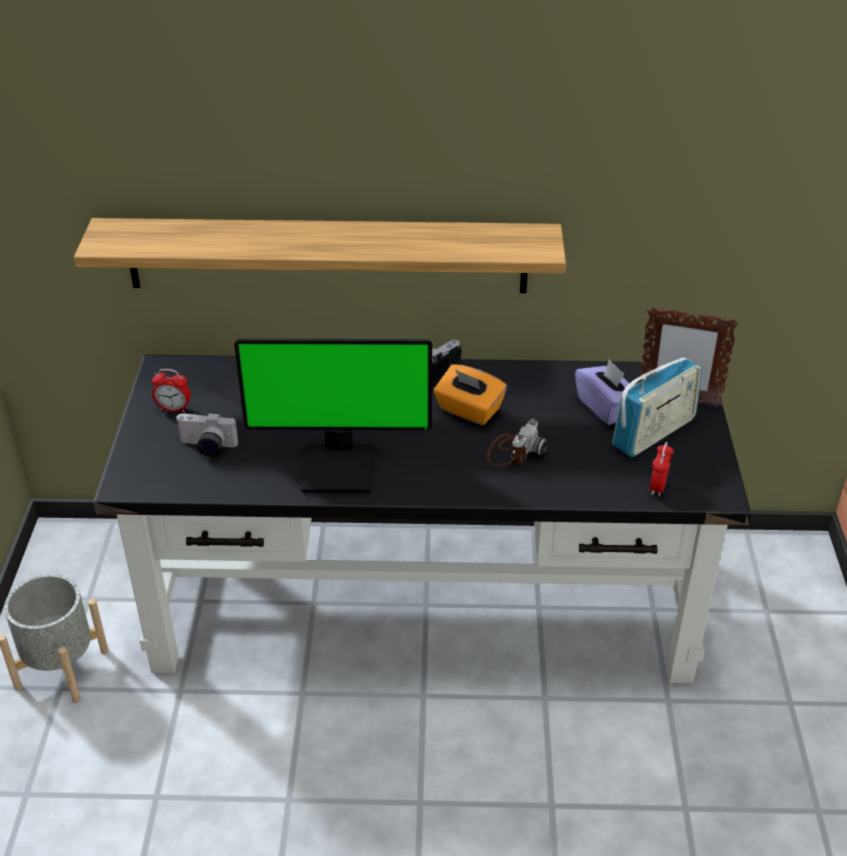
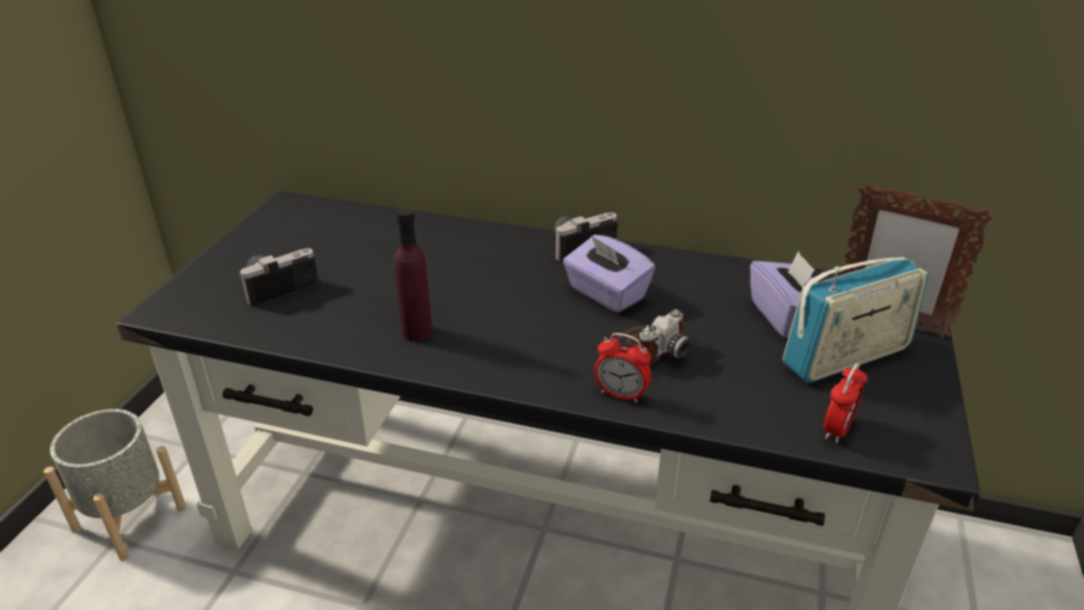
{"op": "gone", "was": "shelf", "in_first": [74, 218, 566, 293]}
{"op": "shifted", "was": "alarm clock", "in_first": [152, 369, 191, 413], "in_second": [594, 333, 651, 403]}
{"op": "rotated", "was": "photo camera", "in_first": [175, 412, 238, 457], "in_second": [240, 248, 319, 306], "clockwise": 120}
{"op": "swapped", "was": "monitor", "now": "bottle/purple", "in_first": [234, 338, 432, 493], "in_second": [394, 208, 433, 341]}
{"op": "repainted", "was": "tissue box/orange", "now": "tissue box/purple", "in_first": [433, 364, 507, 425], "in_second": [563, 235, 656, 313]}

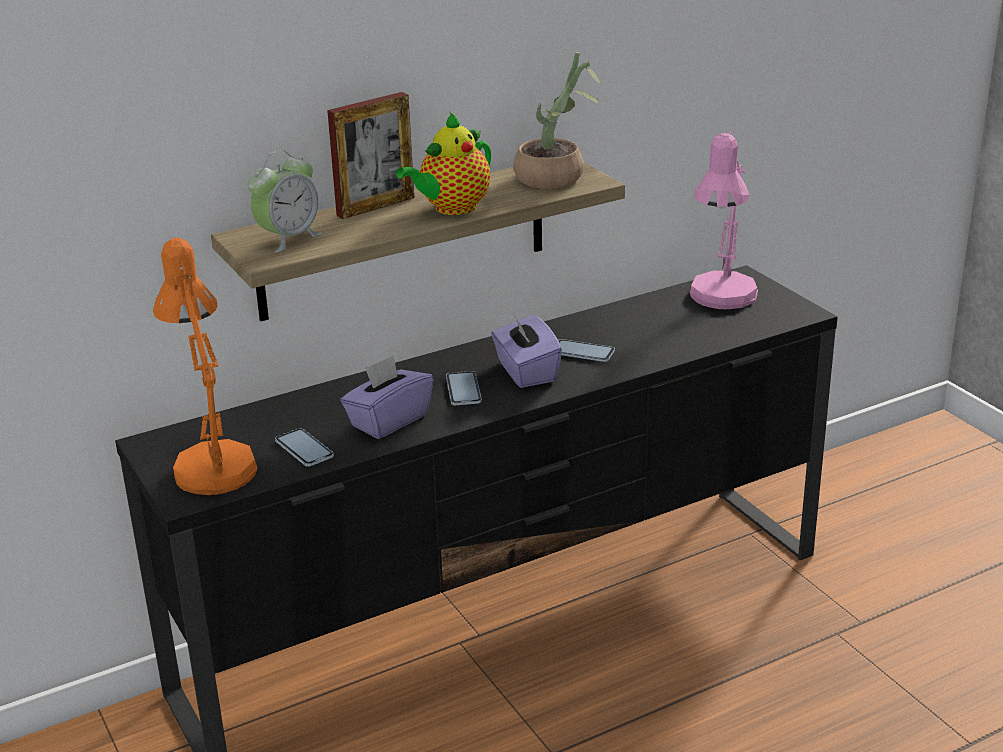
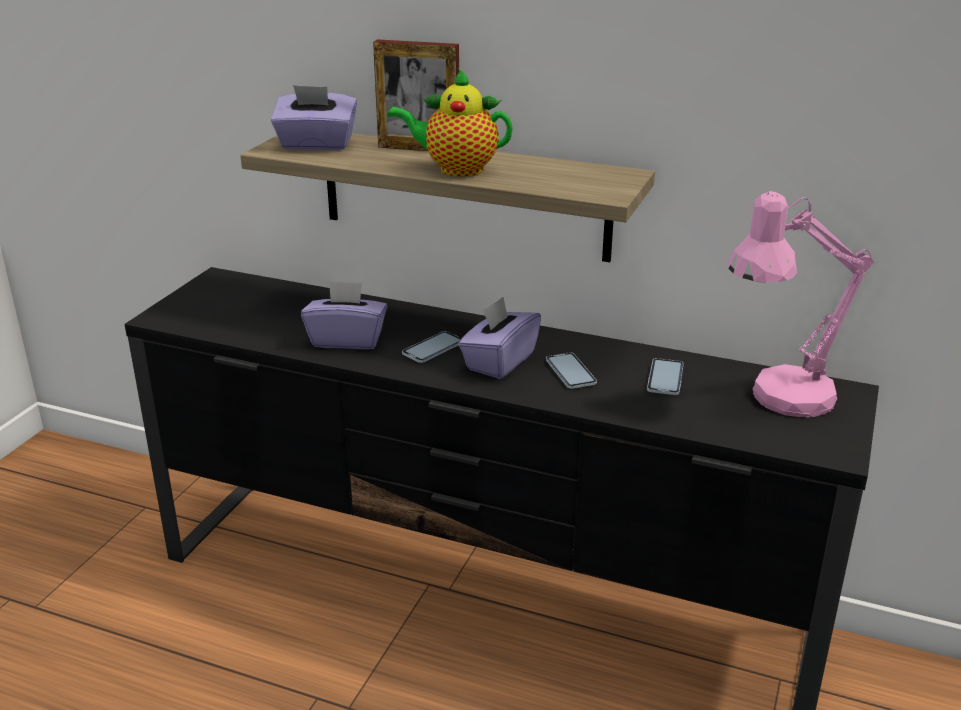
{"op": "gone", "was": "table lamp/orange", "in_first": [153, 237, 257, 495]}
{"op": "swapped", "was": "alarm clock", "now": "tissue box/purple", "in_first": [248, 150, 323, 253], "in_second": [271, 85, 357, 150]}
{"op": "shifted", "was": "phone", "in_first": [275, 428, 334, 467], "in_second": [647, 358, 684, 395]}
{"op": "gone", "was": "potted plant", "in_first": [513, 52, 601, 189]}

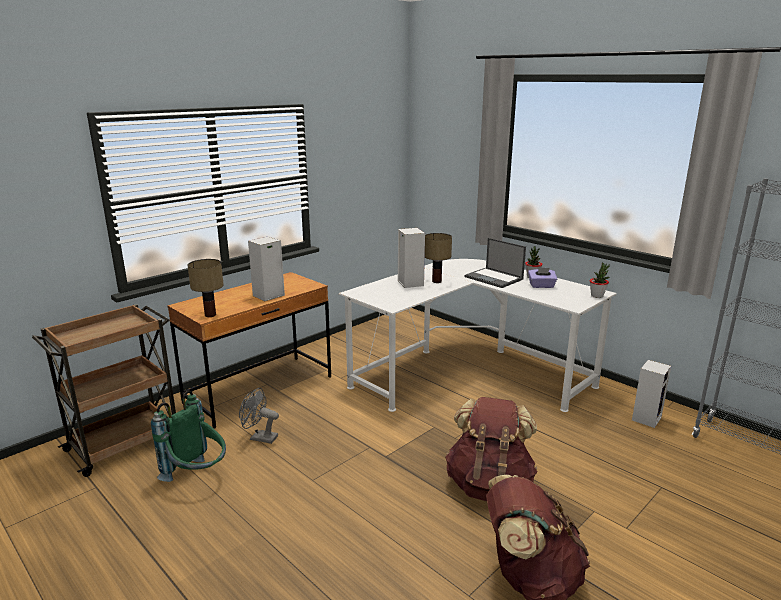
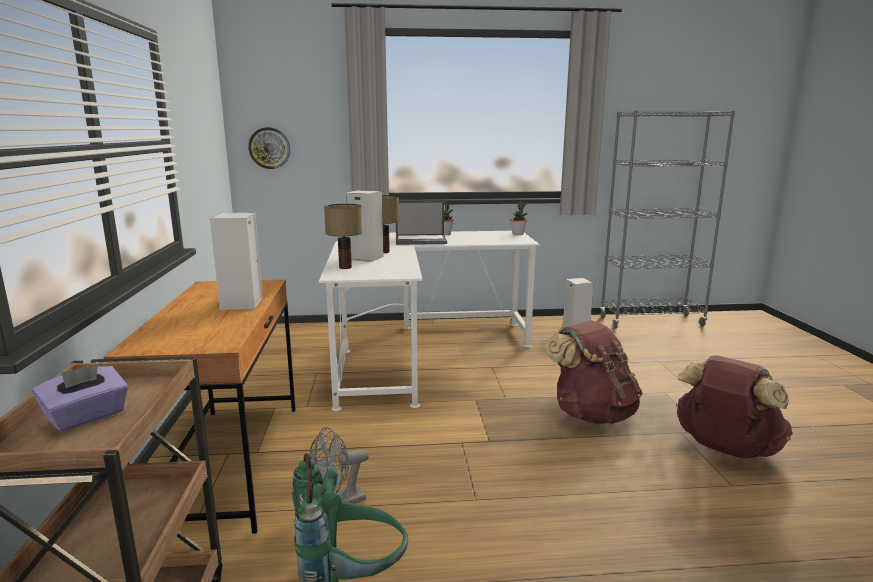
{"op": "shifted", "was": "table lamp", "in_first": [187, 259, 224, 317], "in_second": [324, 204, 362, 269]}
{"op": "shifted", "was": "tissue box/purple", "in_first": [528, 267, 557, 288], "in_second": [32, 364, 128, 432]}
{"op": "new", "now": "wall clock", "in_second": [248, 127, 290, 169]}

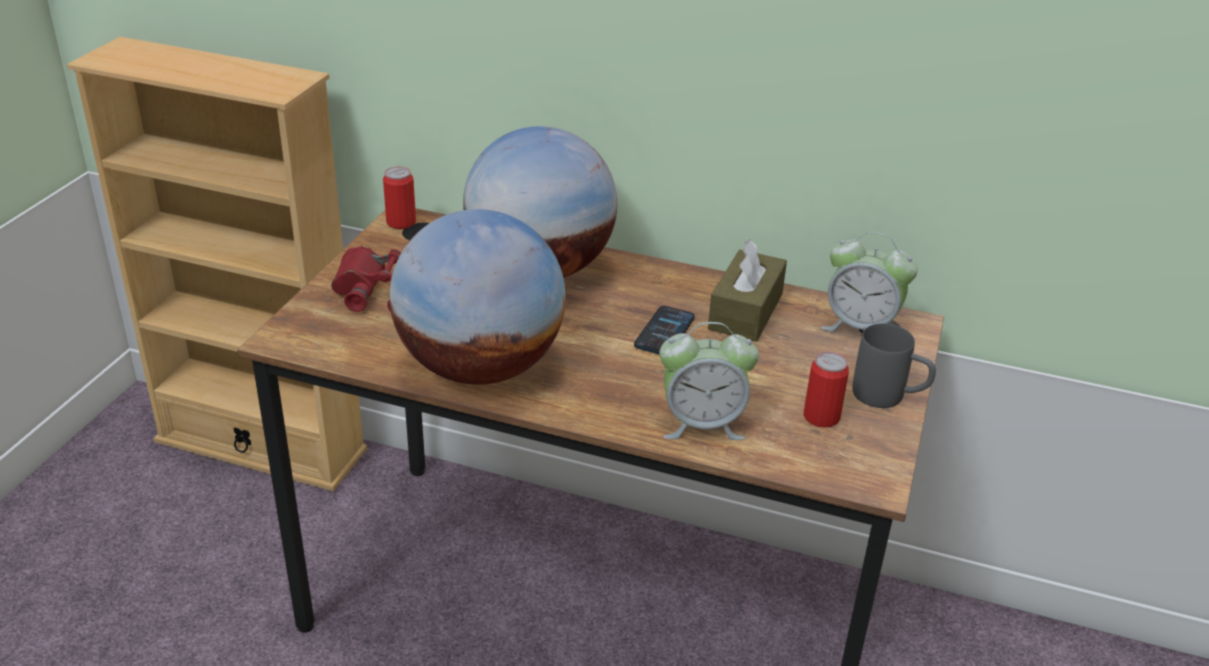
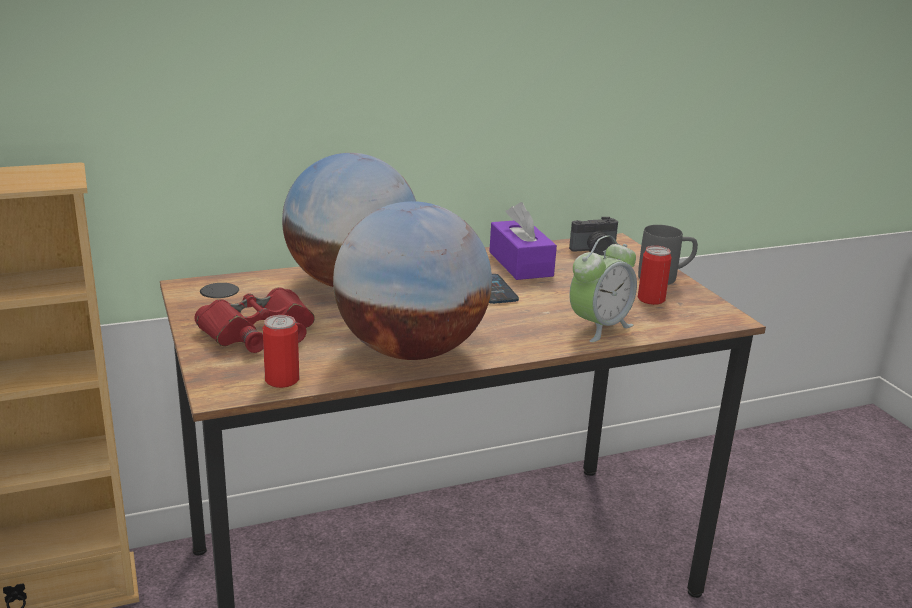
{"op": "shifted", "was": "can", "in_first": [383, 166, 416, 229], "in_second": [263, 315, 299, 388]}
{"op": "repainted", "was": "tissue box/brown", "now": "tissue box/purple", "in_first": [708, 239, 787, 342], "in_second": [489, 202, 557, 280]}
{"op": "swapped", "was": "alarm clock", "now": "photo camera", "in_first": [821, 232, 918, 332], "in_second": [569, 217, 618, 256]}

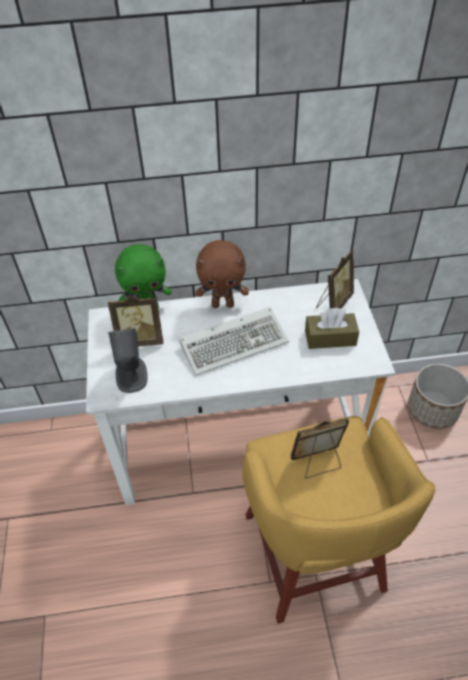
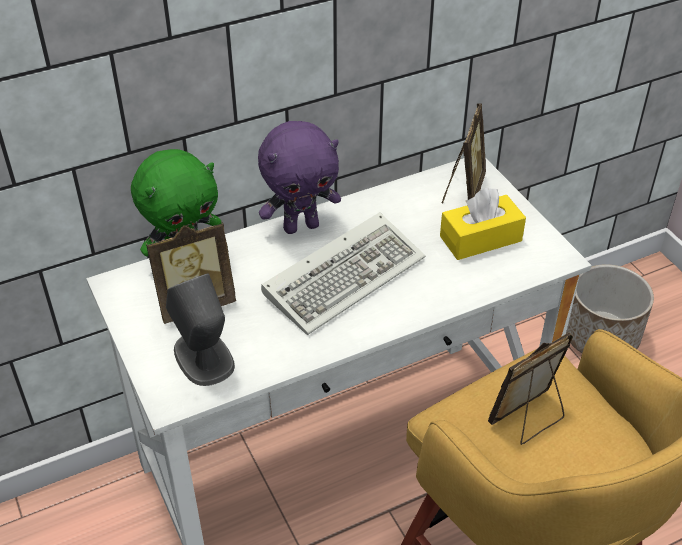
{"op": "repainted", "was": "plush toy/brown", "now": "plush toy/purple", "in_first": [196, 240, 249, 308], "in_second": [258, 121, 341, 234]}
{"op": "repainted", "was": "tissue box/brown", "now": "tissue box/yellow", "in_first": [305, 308, 359, 349], "in_second": [440, 188, 526, 260]}

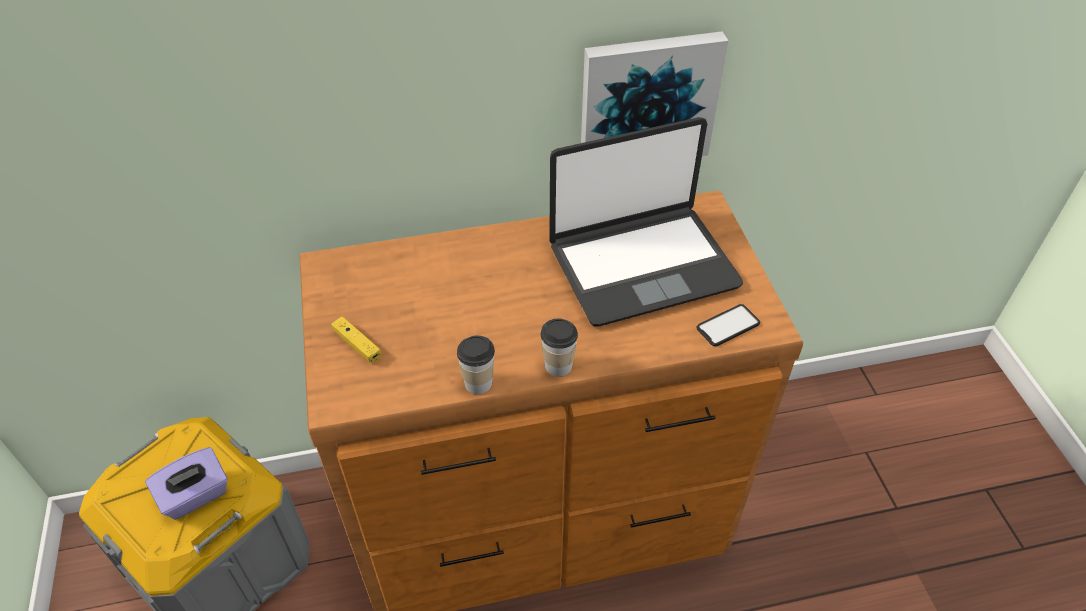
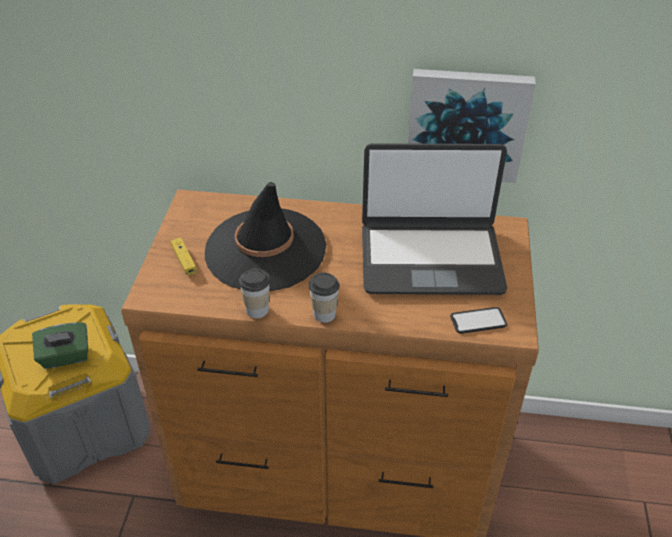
{"op": "repainted", "was": "tissue box/purple", "now": "tissue box/green", "in_first": [145, 447, 228, 520], "in_second": [32, 322, 88, 369]}
{"op": "new", "now": "hat/black", "in_second": [205, 182, 326, 292]}

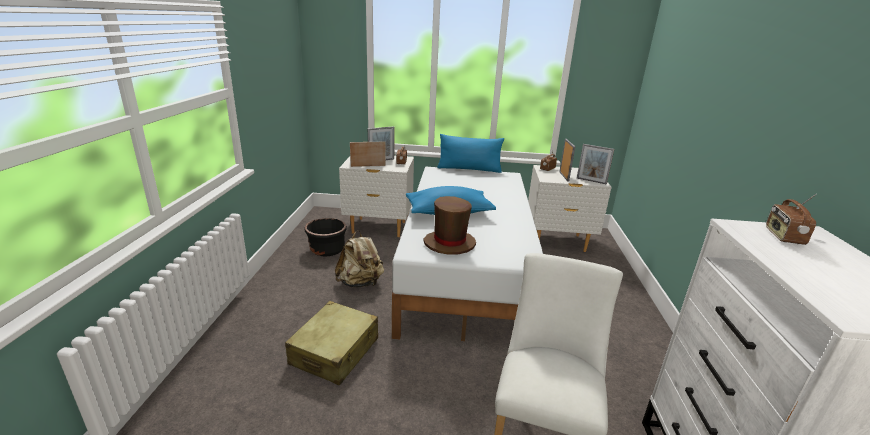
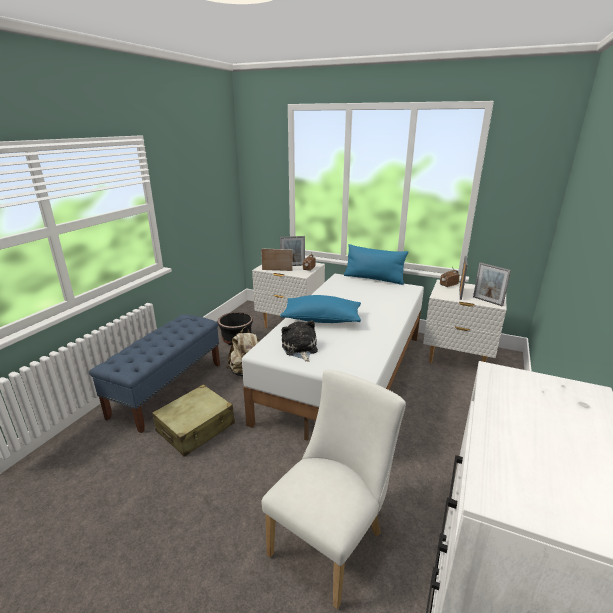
{"op": "swapped", "was": "hat/brown", "now": "plush toy", "in_first": [424, 196, 476, 255], "in_second": [282, 320, 318, 362]}
{"op": "gone", "was": "radio", "in_first": [766, 194, 817, 245]}
{"op": "new", "now": "bench/blue", "in_second": [89, 314, 220, 433]}

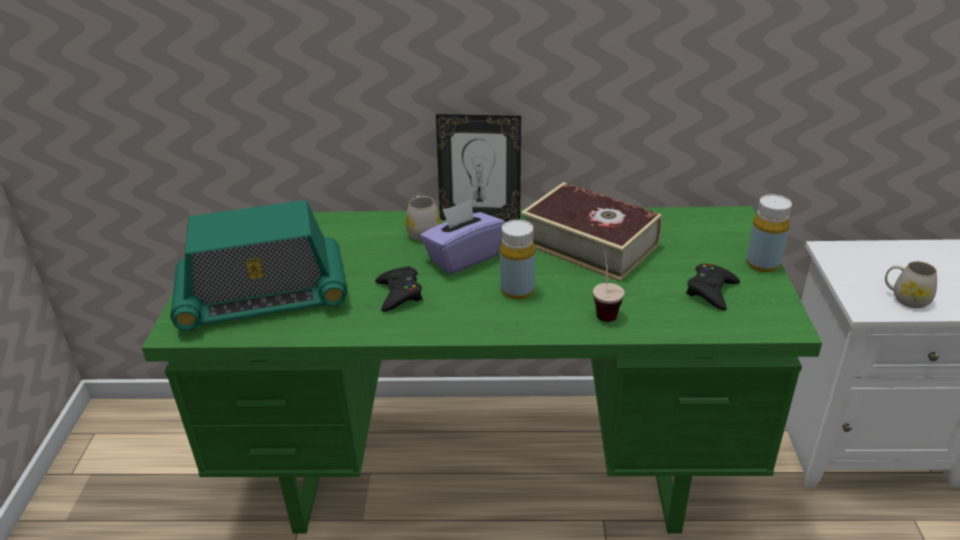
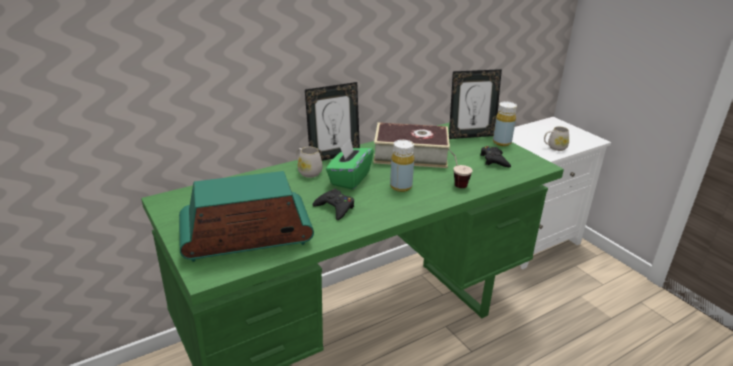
{"op": "rotated", "was": "radio", "in_first": [170, 200, 347, 331], "in_second": [179, 171, 314, 262], "clockwise": -150}
{"op": "repainted", "was": "tissue box/purple", "now": "tissue box/green", "in_first": [420, 200, 505, 274], "in_second": [326, 139, 373, 190]}
{"op": "new", "now": "picture frame", "in_second": [449, 69, 502, 139]}

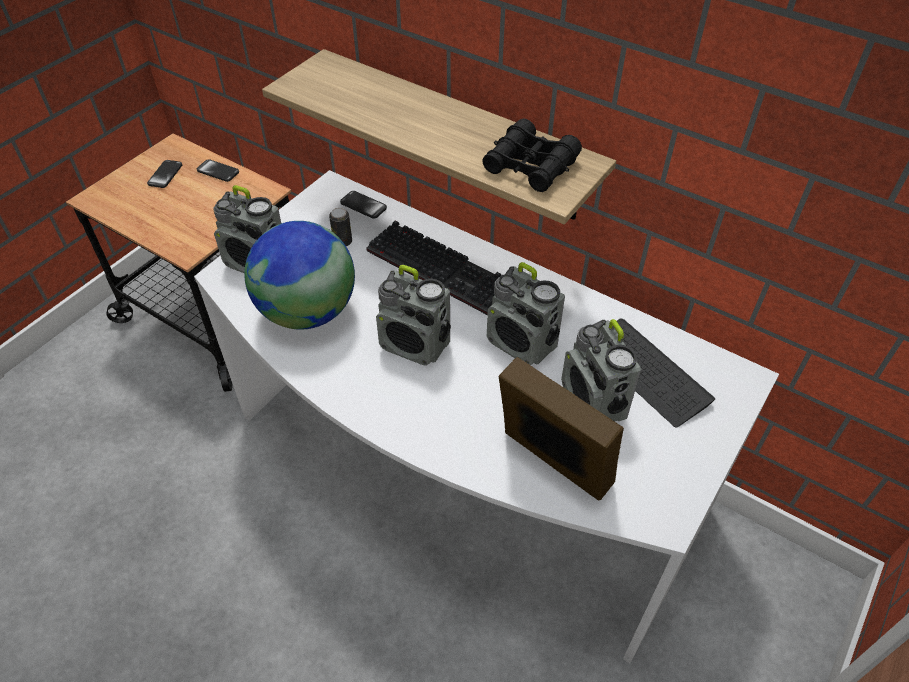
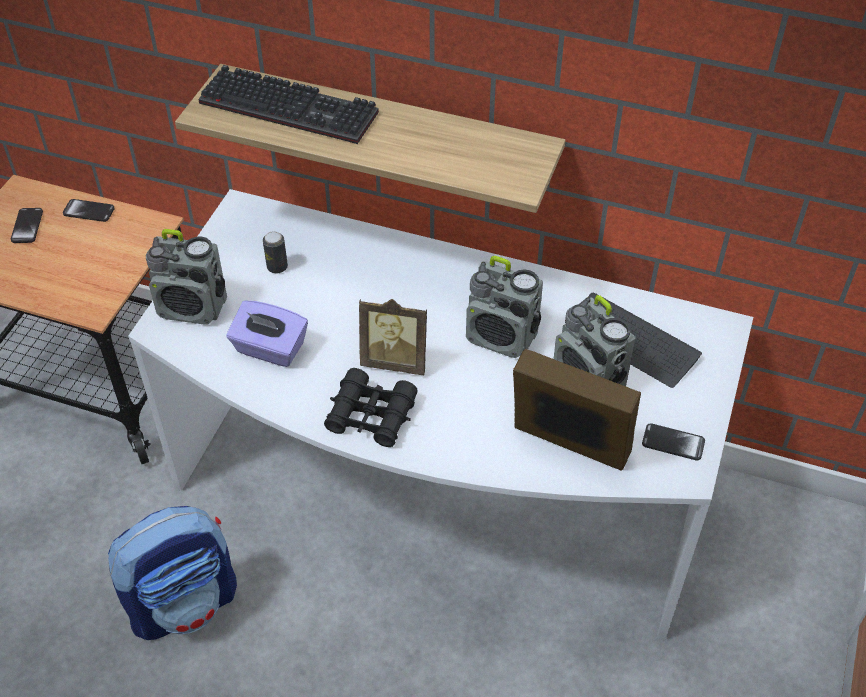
{"op": "swapped", "was": "globe", "now": "tissue box/purple", "in_first": [244, 221, 355, 330], "in_second": [226, 300, 308, 367]}
{"op": "shifted", "was": "phone", "in_first": [340, 191, 387, 219], "in_second": [642, 423, 705, 460]}
{"op": "shifted", "was": "keyboard", "in_first": [366, 220, 502, 315], "in_second": [198, 65, 379, 144]}
{"op": "swapped", "was": "radio", "now": "picture frame", "in_first": [376, 265, 451, 366], "in_second": [359, 299, 427, 375]}
{"op": "shifted", "was": "binoculars/black", "in_first": [482, 118, 582, 192], "in_second": [324, 368, 417, 447]}
{"op": "new", "now": "backpack", "in_second": [108, 506, 237, 640]}

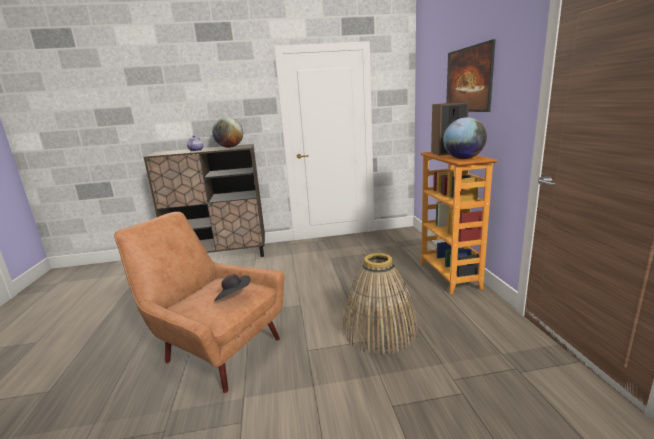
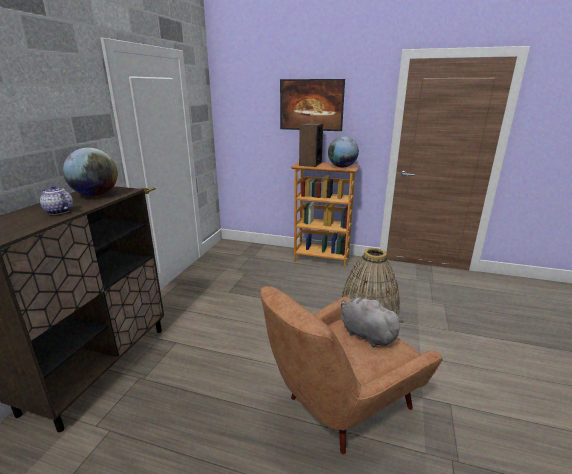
{"op": "swapped", "was": "hat/black", "now": "plush toy/grey", "in_first": [214, 274, 250, 301], "in_second": [341, 297, 404, 347]}

